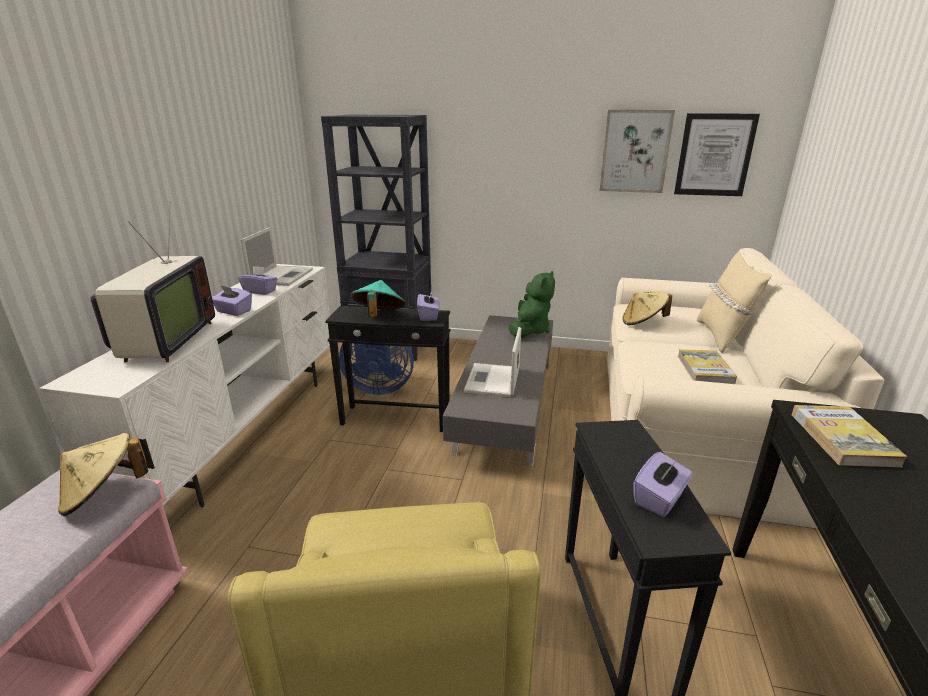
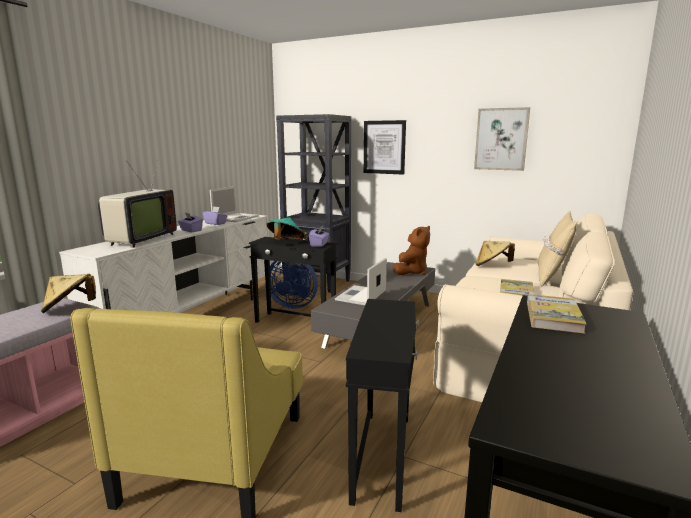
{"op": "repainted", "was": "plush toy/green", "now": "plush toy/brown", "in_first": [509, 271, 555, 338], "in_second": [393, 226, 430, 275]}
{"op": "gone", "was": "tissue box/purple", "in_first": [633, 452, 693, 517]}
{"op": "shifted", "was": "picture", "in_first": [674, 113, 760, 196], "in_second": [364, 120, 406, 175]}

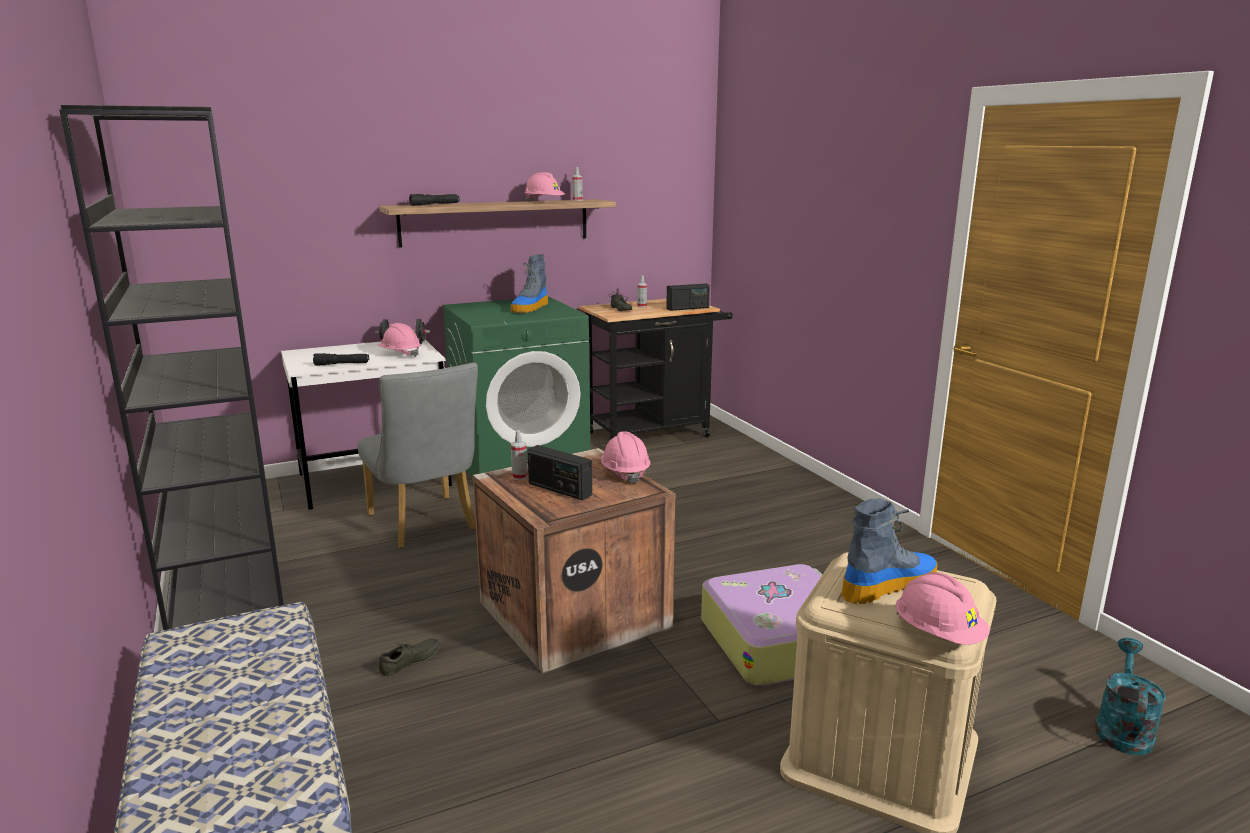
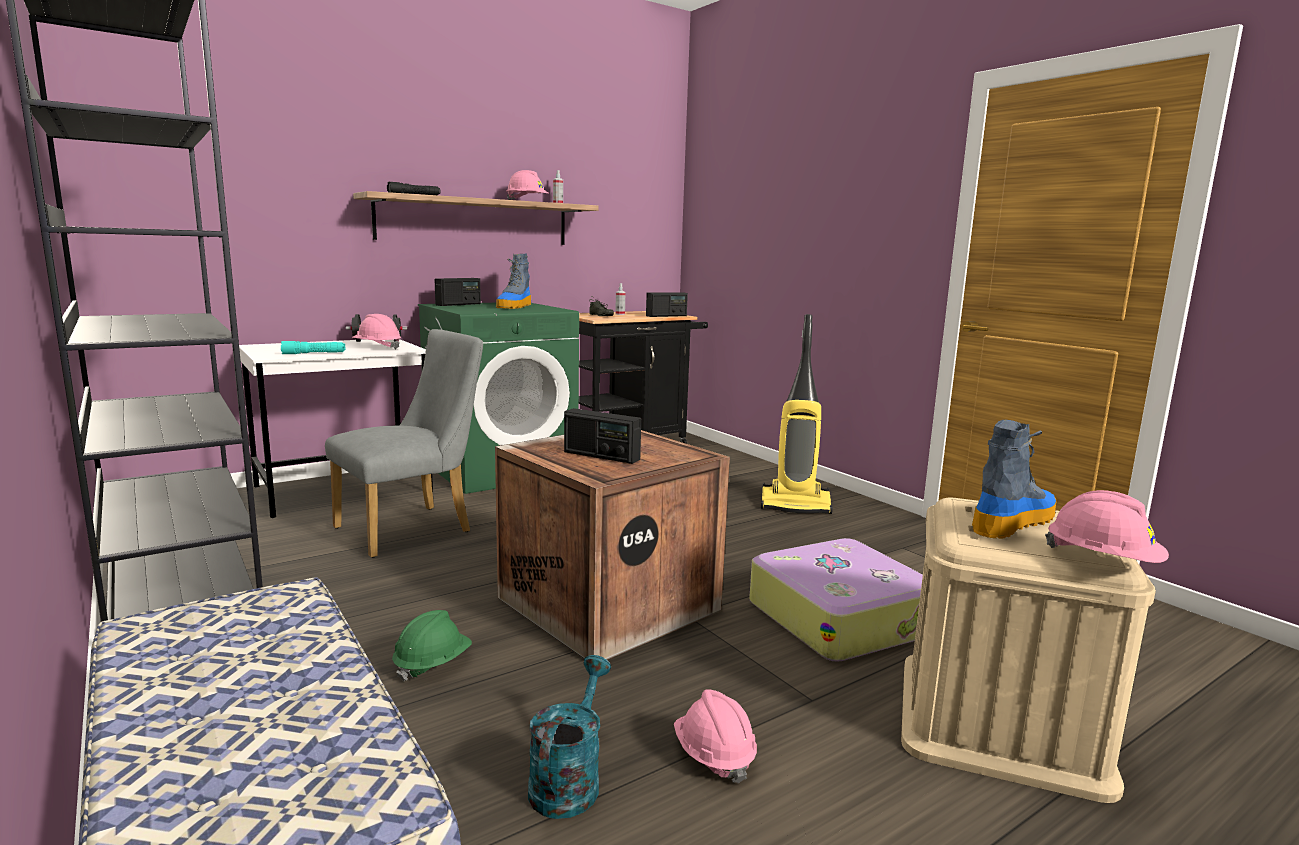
{"op": "repainted", "was": "flashlight/black", "now": "flashlight/turquoise", "in_first": [313, 353, 369, 365], "in_second": [281, 341, 345, 354]}
{"op": "rotated", "was": "chair/grey", "in_first": [358, 363, 478, 548], "in_second": [325, 329, 483, 558], "clockwise": -90}
{"op": "swapped", "was": "shoe/grey", "now": "hard hat/green", "in_first": [379, 639, 440, 676], "in_second": [392, 610, 472, 681]}
{"op": "gone", "was": "spray bottle", "in_first": [511, 430, 528, 480]}
{"op": "shifted", "was": "hard hat/pink", "in_first": [601, 431, 650, 484], "in_second": [674, 689, 757, 783]}
{"op": "shifted", "was": "watering can/turquoise", "in_first": [1095, 638, 1166, 755], "in_second": [528, 655, 611, 819]}
{"op": "new", "now": "radio", "in_second": [435, 278, 481, 306]}
{"op": "new", "now": "vacuum cleaner", "in_second": [761, 314, 833, 514]}

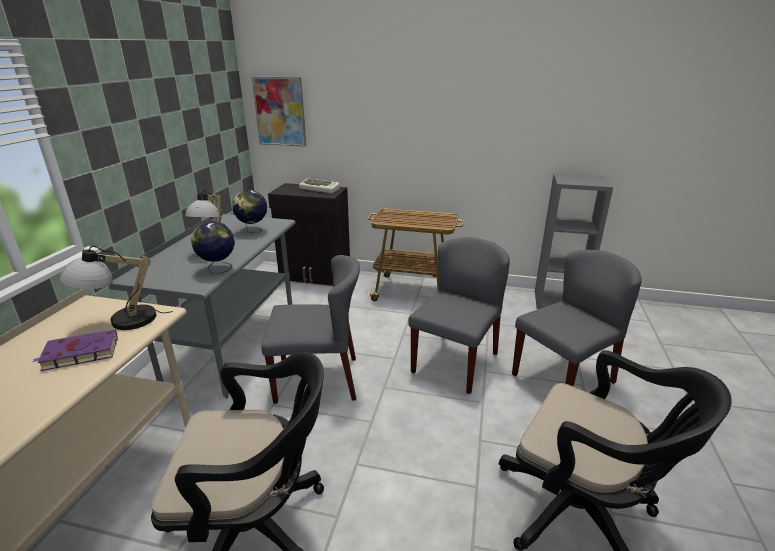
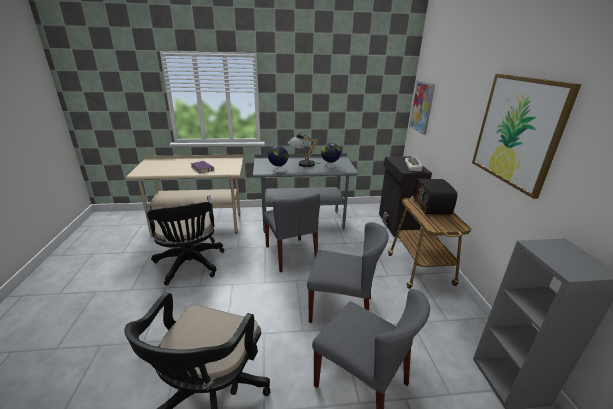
{"op": "gone", "was": "table lamp", "in_first": [60, 246, 173, 330]}
{"op": "new", "now": "radio", "in_second": [414, 179, 458, 215]}
{"op": "new", "now": "picture", "in_second": [472, 74, 581, 199]}

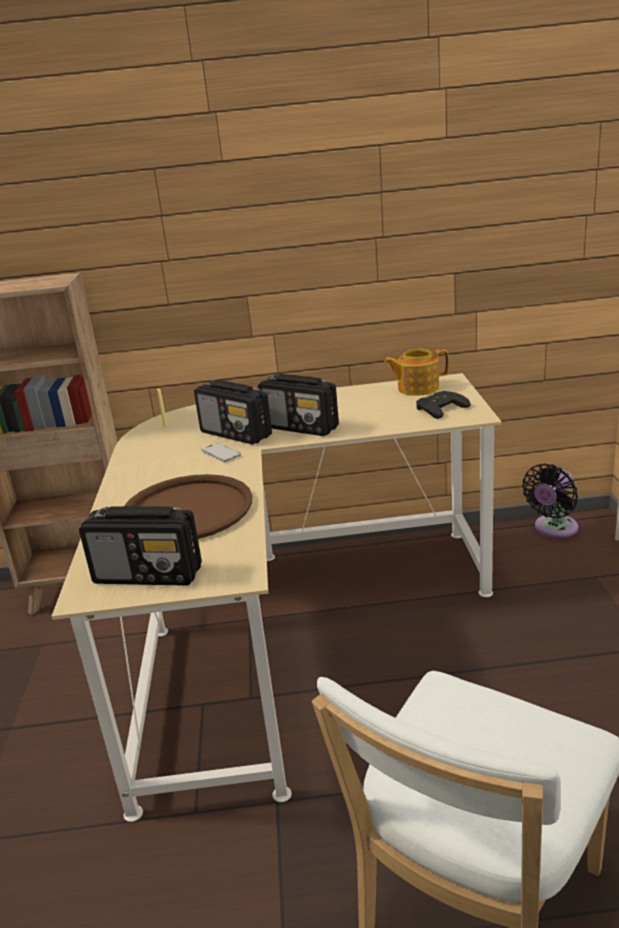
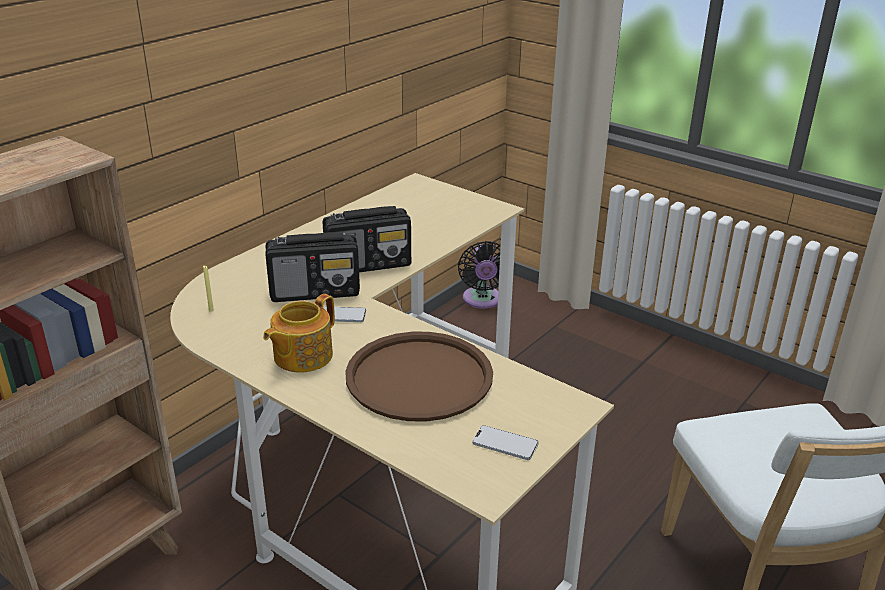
{"op": "swapped", "was": "radio", "now": "phone", "in_first": [79, 506, 202, 586], "in_second": [472, 425, 538, 460]}
{"op": "shifted", "was": "teapot", "in_first": [384, 349, 449, 396], "in_second": [263, 294, 335, 373]}
{"op": "gone", "was": "game controller/black", "in_first": [416, 391, 471, 419]}

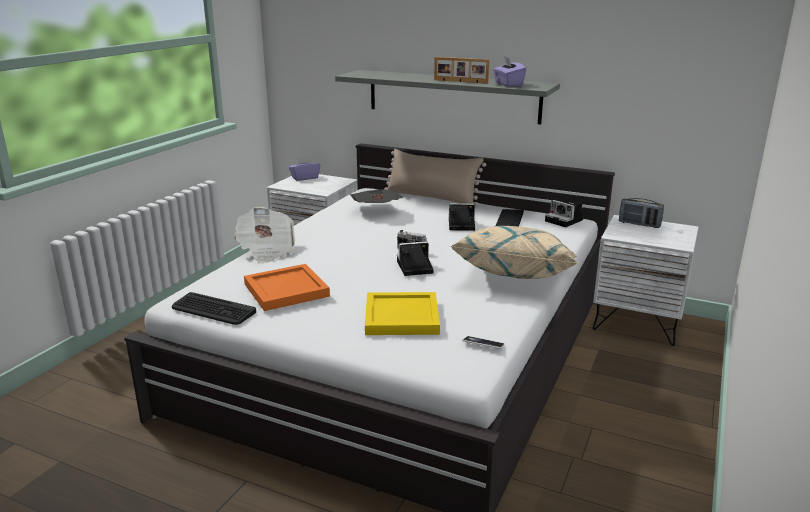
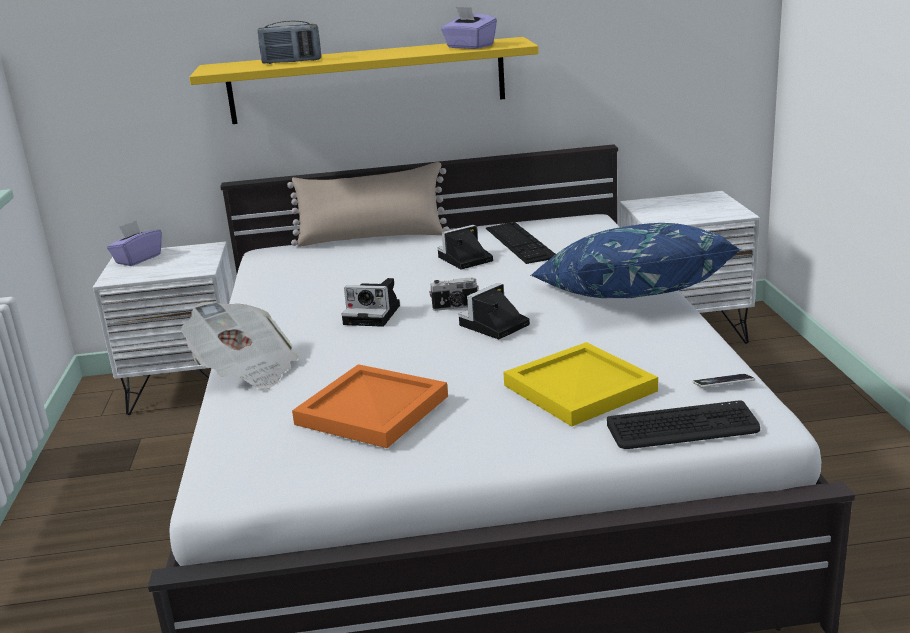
{"op": "shifted", "was": "keyboard", "in_first": [172, 292, 256, 325], "in_second": [607, 400, 760, 449]}
{"op": "repainted", "was": "shelf/grey", "now": "shelf/yellow", "in_first": [335, 70, 560, 124], "in_second": [189, 37, 539, 124]}
{"op": "gone", "was": "newspaper", "in_first": [350, 189, 403, 203]}
{"op": "gone", "was": "picture frame", "in_first": [434, 57, 490, 84]}
{"op": "repainted", "was": "pillow/beige", "now": "pillow/blue", "in_first": [451, 226, 578, 279], "in_second": [530, 223, 741, 298]}
{"op": "shifted", "was": "photo camera", "in_first": [545, 200, 584, 227], "in_second": [341, 278, 400, 327]}
{"op": "shifted", "was": "radio", "in_first": [619, 198, 664, 228], "in_second": [258, 21, 321, 64]}

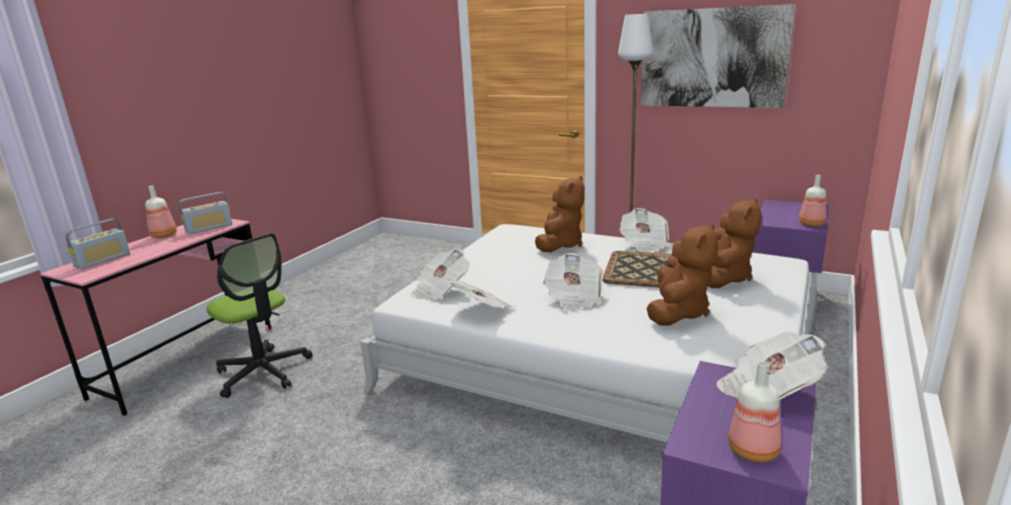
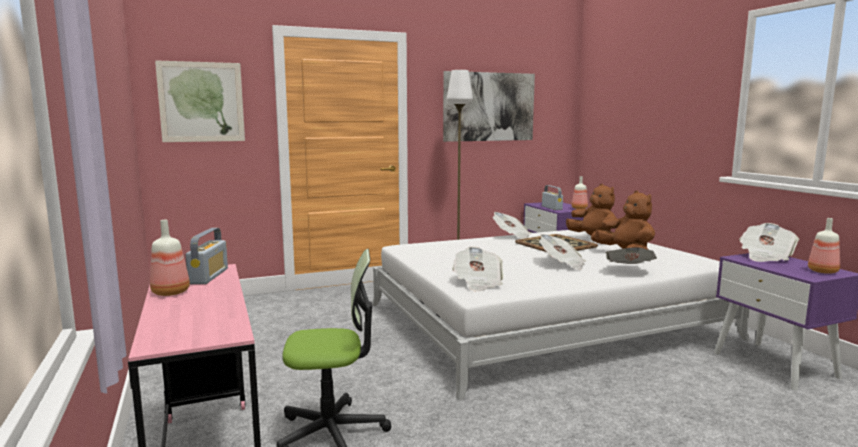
{"op": "shifted", "was": "radio", "in_first": [65, 219, 130, 270], "in_second": [542, 185, 563, 210]}
{"op": "shifted", "was": "newspaper", "in_first": [447, 281, 515, 309], "in_second": [605, 248, 657, 264]}
{"op": "gone", "was": "plush toy/brown", "in_first": [535, 176, 585, 252]}
{"op": "new", "now": "picture", "in_second": [155, 60, 245, 142]}

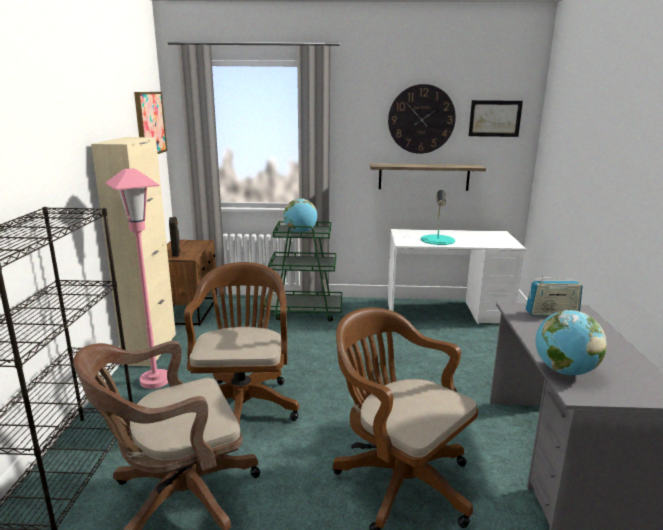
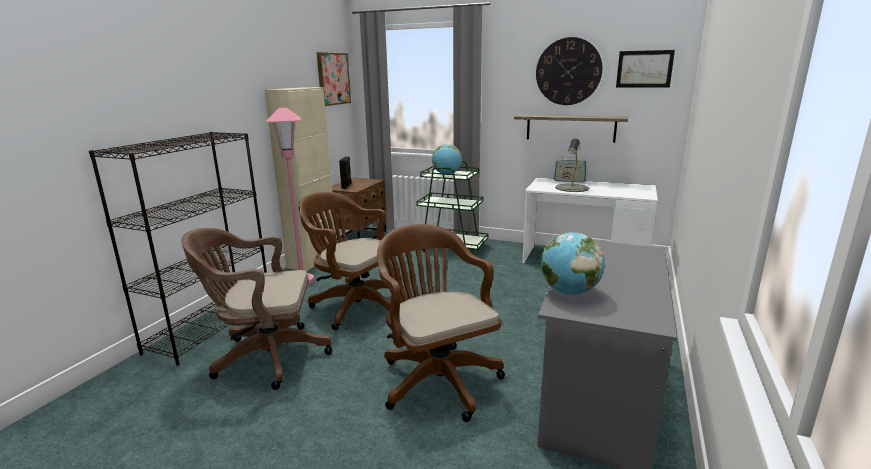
{"op": "rotated", "was": "office chair/brown", "in_first": [184, 262, 299, 425], "in_second": [299, 192, 397, 330], "clockwise": -75}
{"op": "repainted", "was": "table lamp/turquoise", "now": "table lamp/grey", "in_first": [421, 190, 455, 245], "in_second": [555, 138, 589, 192]}
{"op": "shifted", "was": "radio", "in_first": [525, 274, 582, 316], "in_second": [554, 157, 587, 182]}

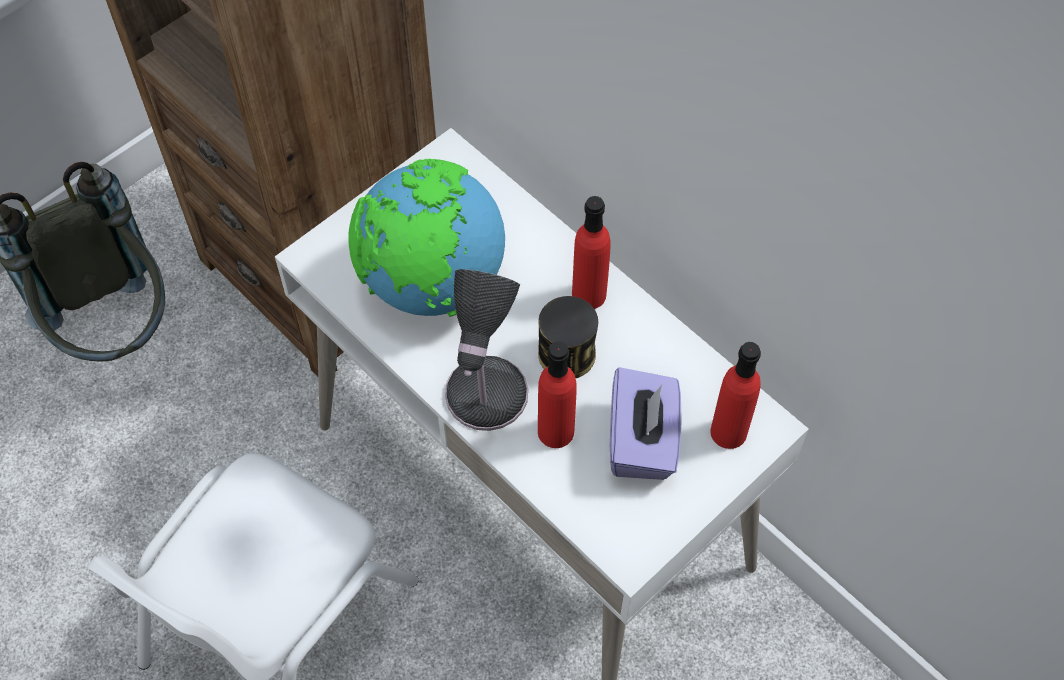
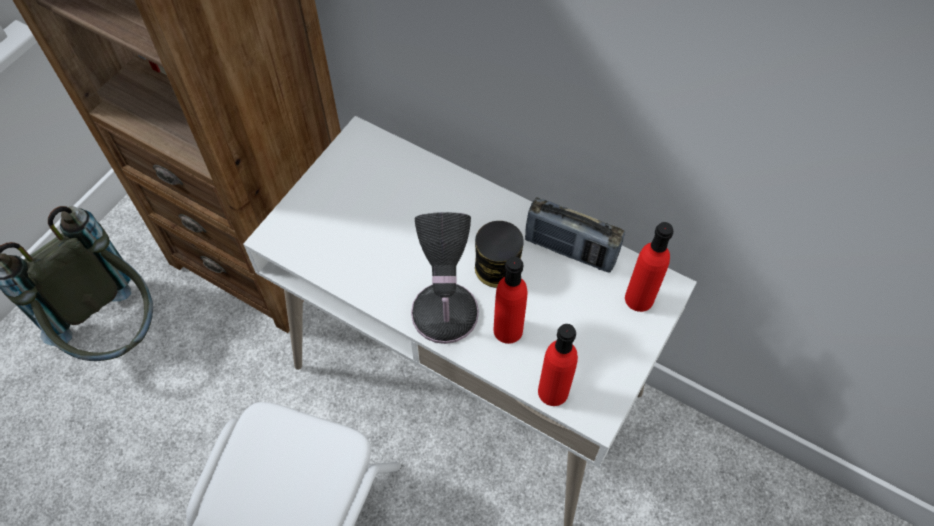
{"op": "gone", "was": "globe", "in_first": [348, 159, 505, 317]}
{"op": "shifted", "was": "bottle/red", "in_first": [572, 196, 610, 309], "in_second": [538, 324, 578, 406]}
{"op": "gone", "was": "tissue box/purple", "in_first": [610, 367, 681, 480]}
{"op": "new", "now": "radio", "in_second": [525, 197, 625, 272]}

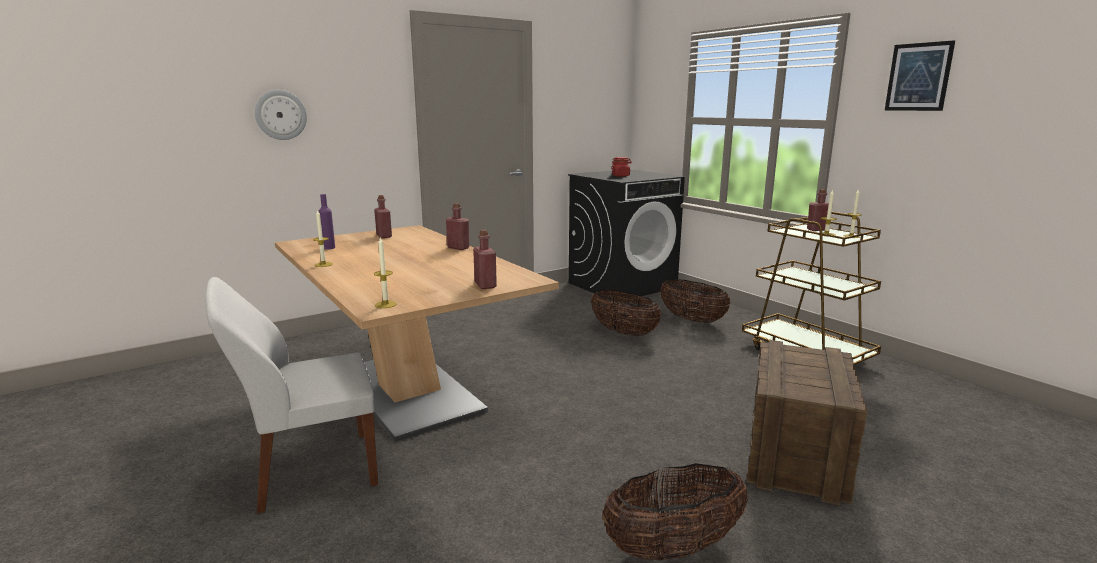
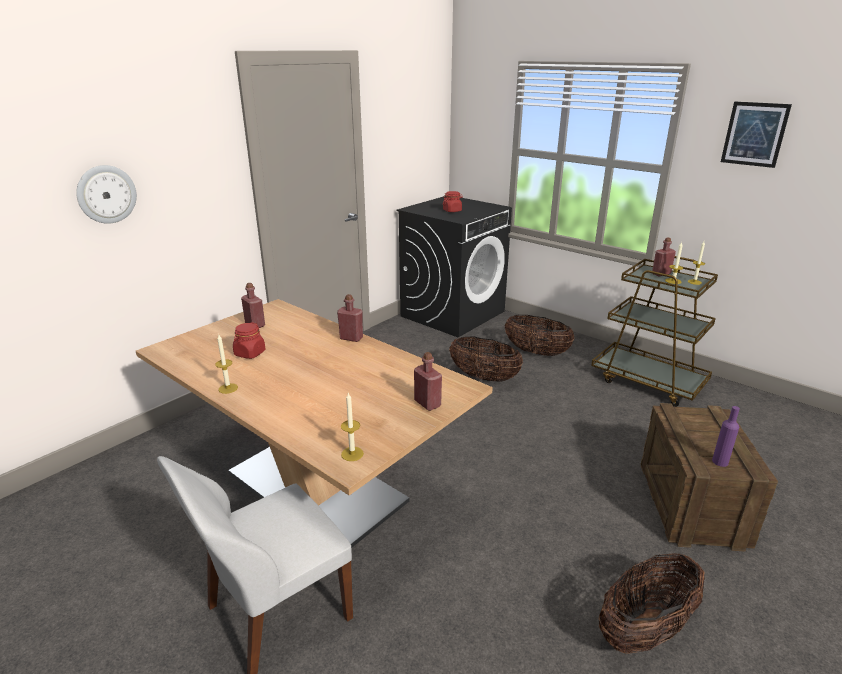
{"op": "shifted", "was": "bottle/purple", "in_first": [318, 194, 335, 250], "in_second": [712, 406, 740, 467]}
{"op": "new", "now": "jar/red", "in_second": [233, 322, 266, 359]}

